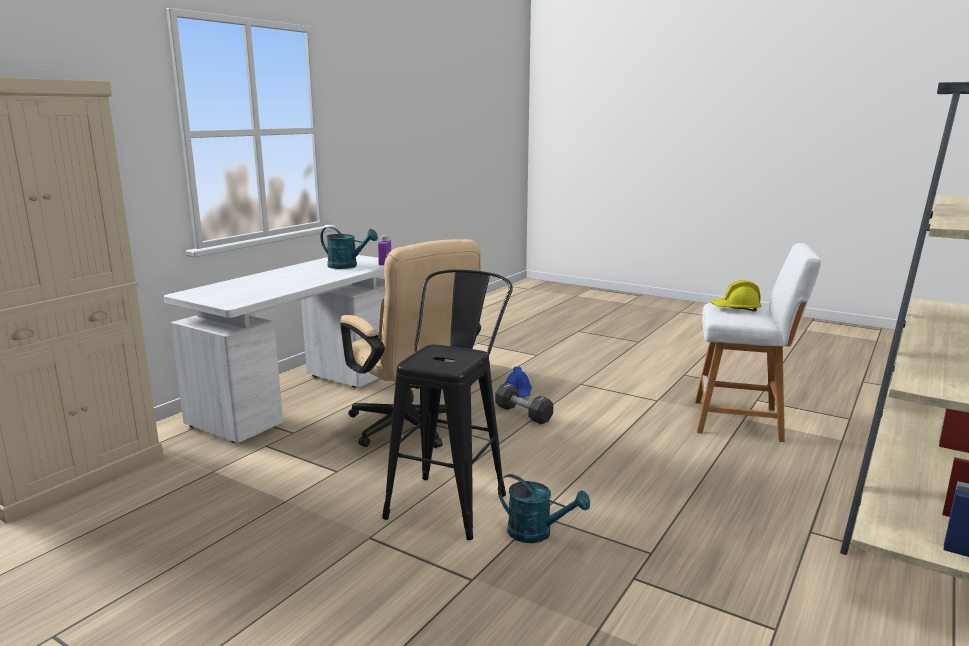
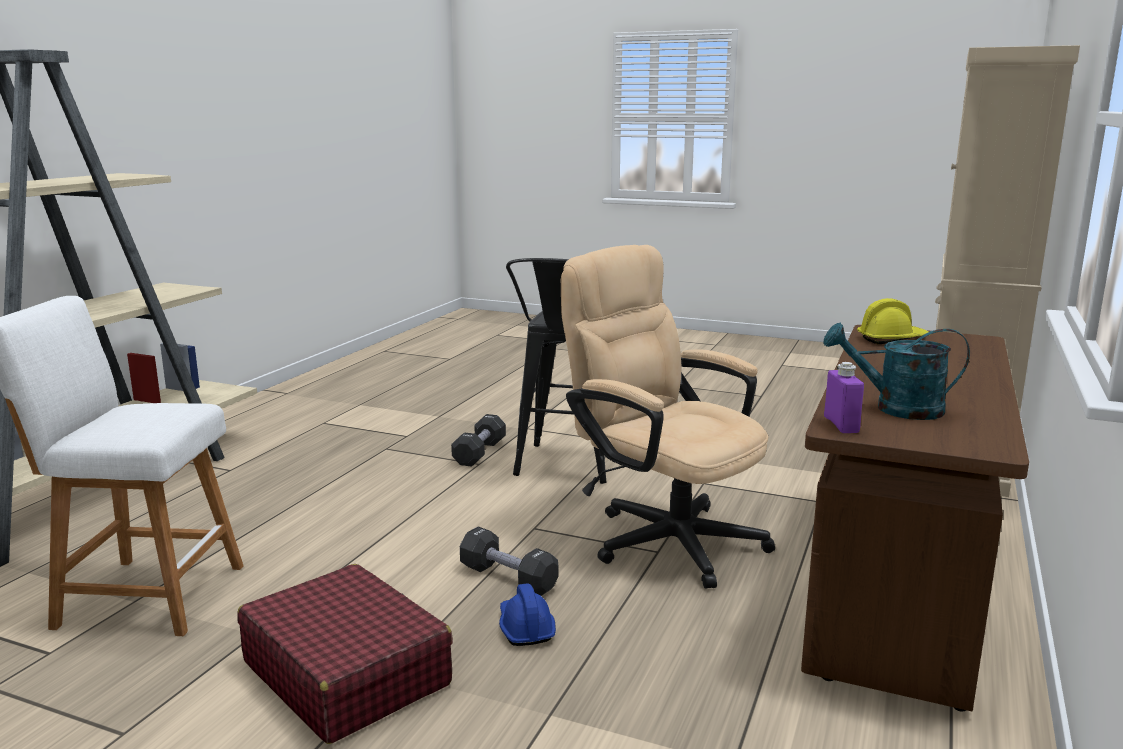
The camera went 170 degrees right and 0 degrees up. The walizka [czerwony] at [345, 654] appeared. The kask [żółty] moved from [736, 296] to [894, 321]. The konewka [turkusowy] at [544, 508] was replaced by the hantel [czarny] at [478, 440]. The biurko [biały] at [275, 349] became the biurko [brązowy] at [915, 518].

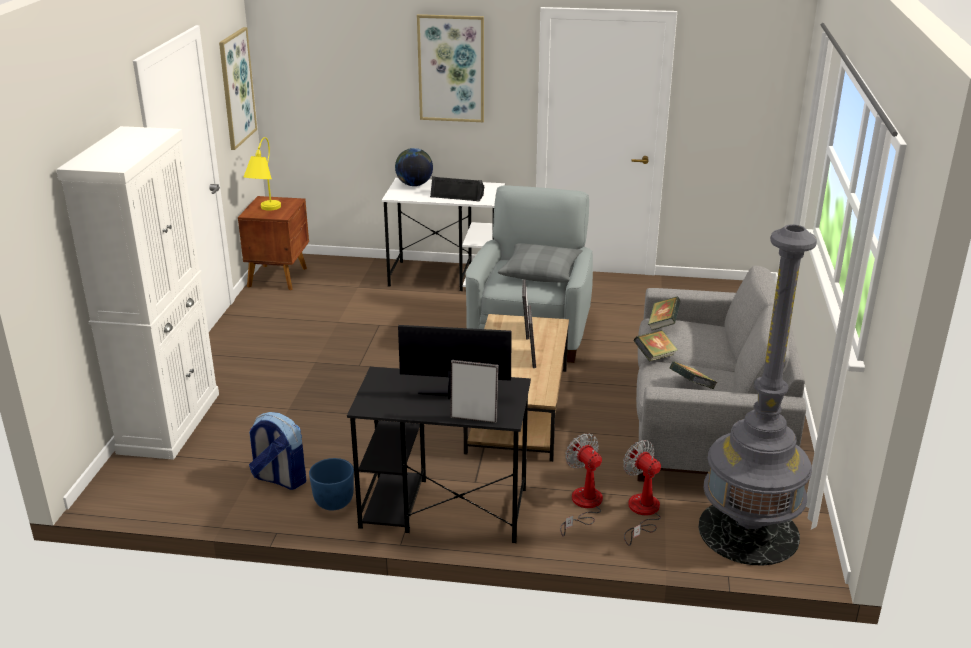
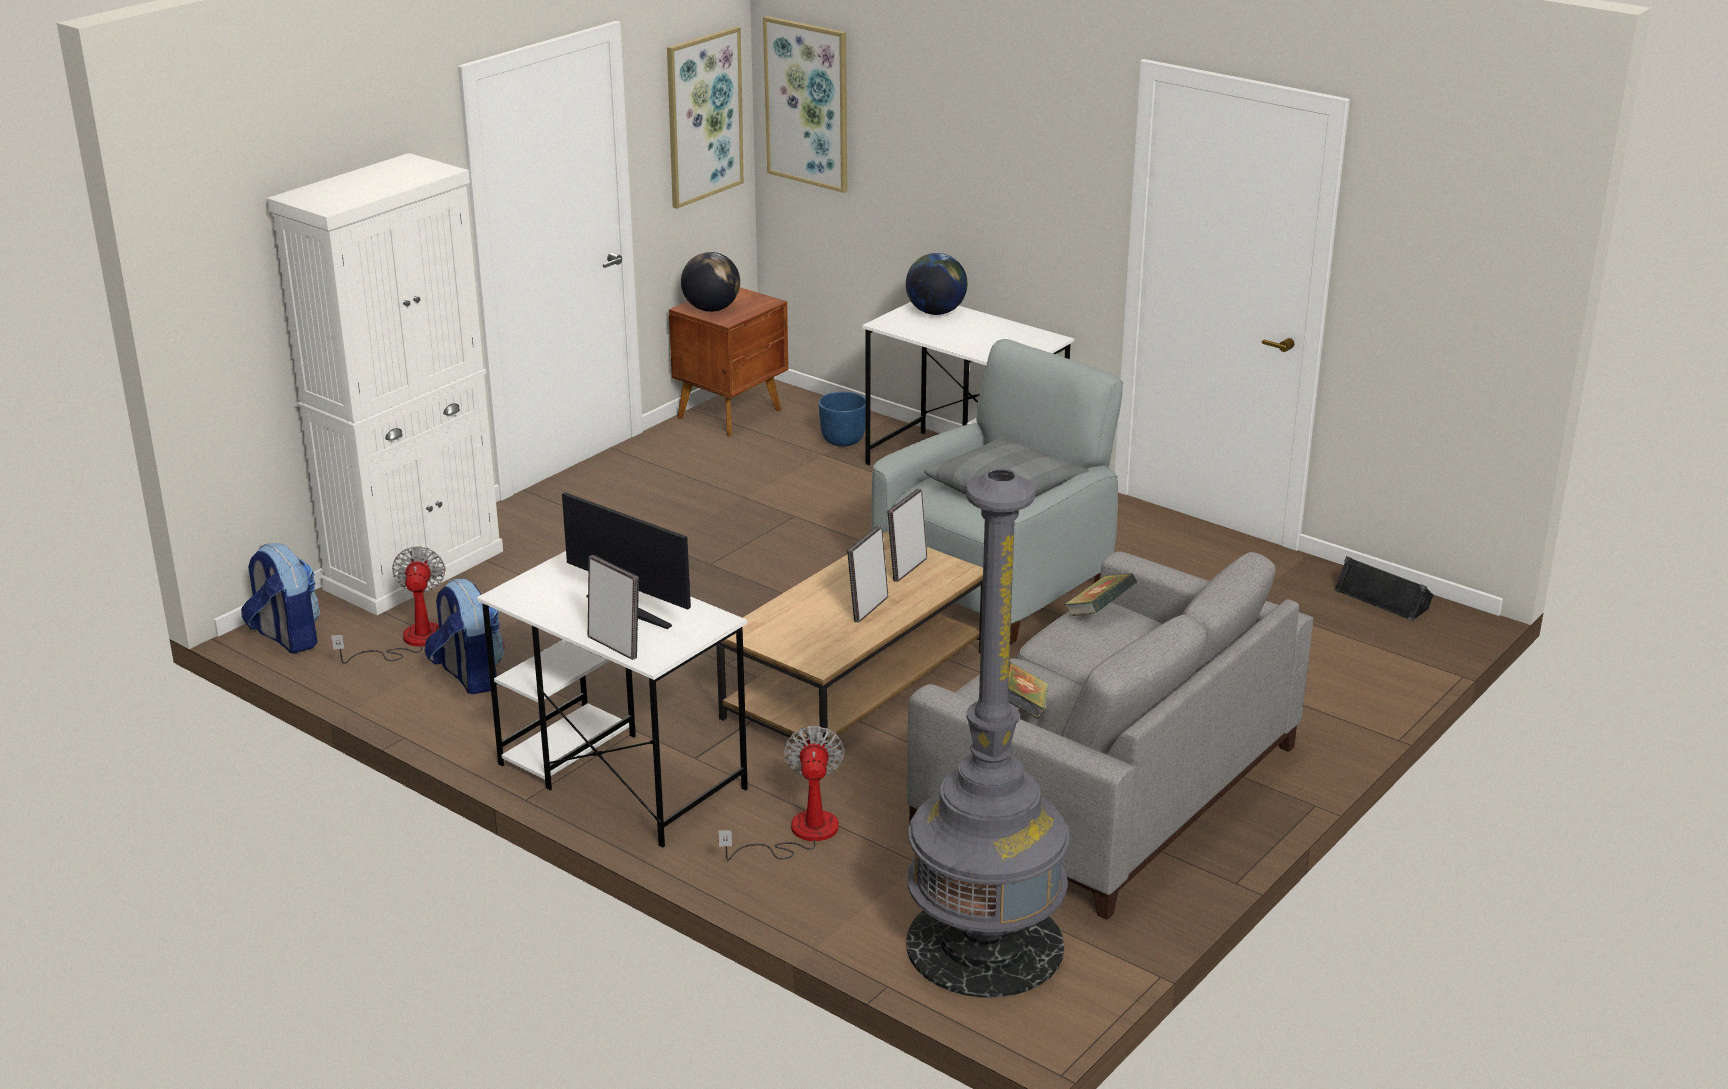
The camera went 30 degrees right and 0 degrees up. The książka at [655, 345] disappeared. The plecak at [280, 598] appeared. The donica [niebieski] moved from [331, 484] to [841, 419]. The obraz moved from [450, 68] to [805, 104]. The głośnik [czarny] moved from [457, 189] to [1384, 588]. The wentylator moved from [642, 493] to [388, 605]. The lampa stołowa [żółty] at [262, 174] was replaced by the globus at [710, 282]. The biurko [czarny] at [439, 455] became the biurko [biały] at [612, 699].

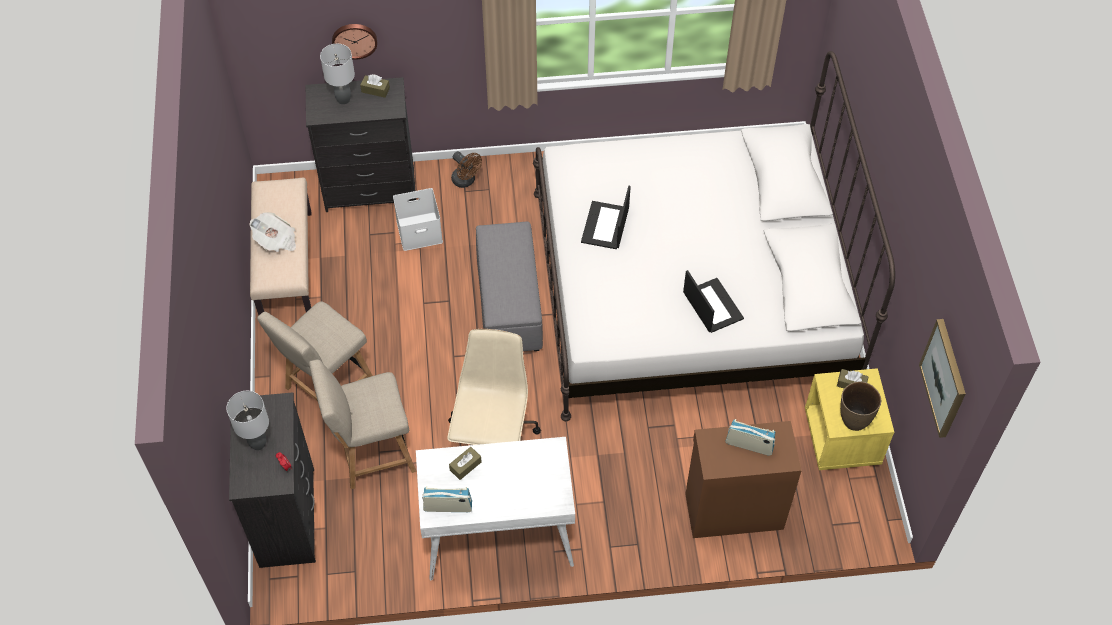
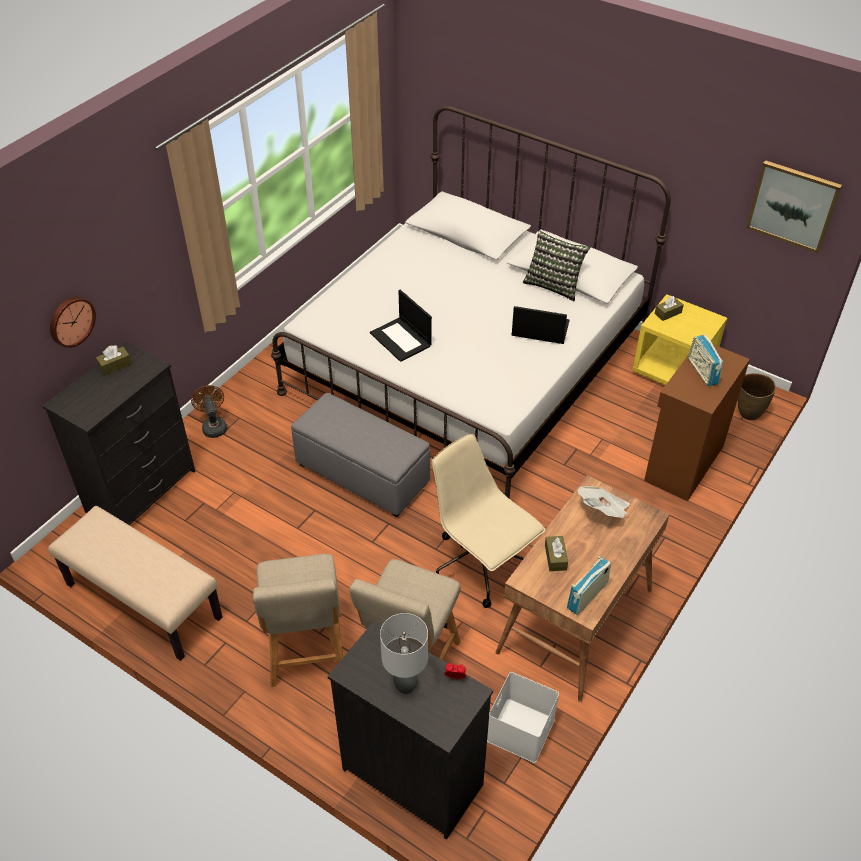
The camera went 50 degrees left and 10 degrees down. The lampa stołowa [szary] at [337, 74] disappeared. The poduszka at [556, 265] appeared. The gazeta moved from [272, 232] to [604, 502]. The pojemnik do przechowywania [biały] moved from [418, 219] to [523, 717]. The wazon [brązowy] moved from [860, 406] to [757, 396]. The biurko [biały] at [495, 508] became the biurko [brązowy] at [582, 588]. The wentylator [brązowy] at [466, 169] turned 105 degrees counterclockwise. The radio at [750, 437] turned 75 degrees counterclockwise.

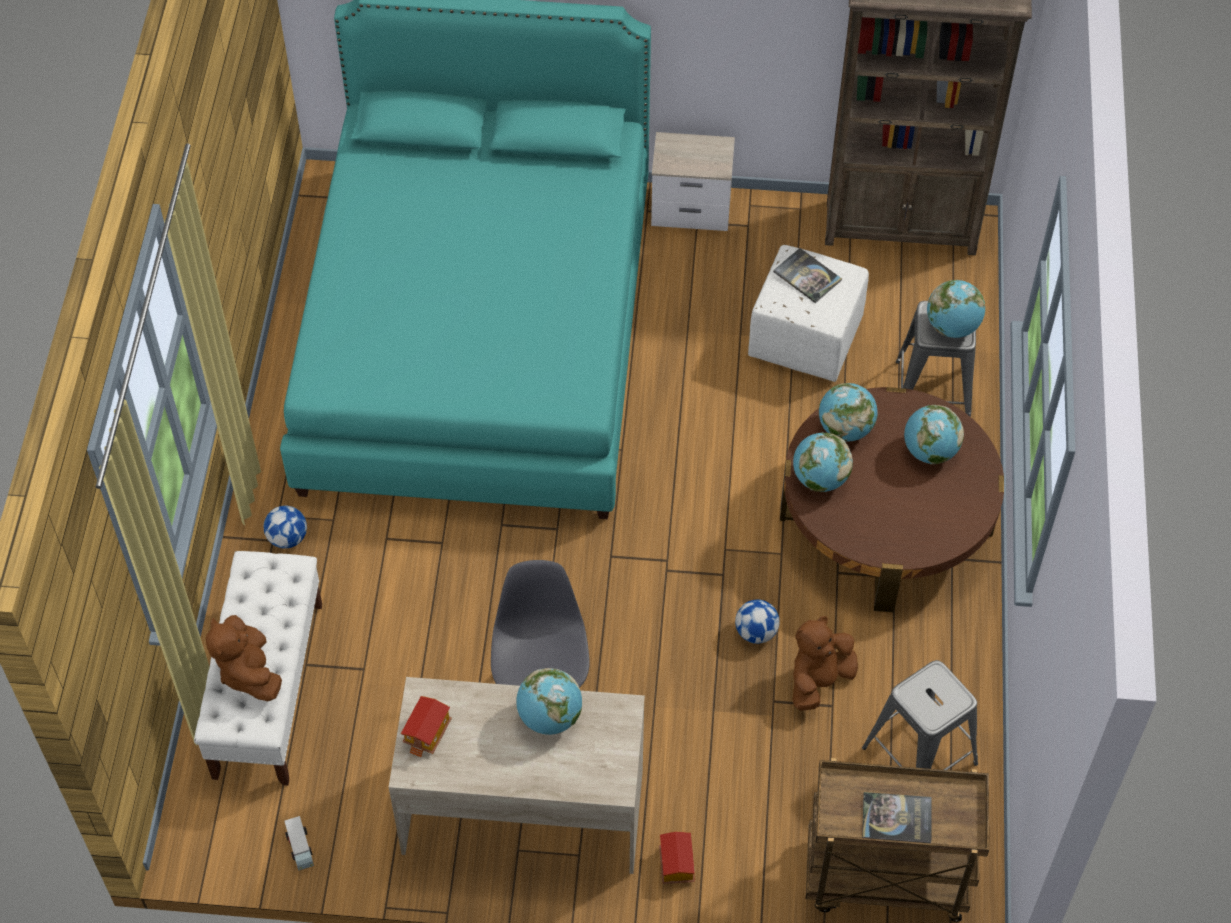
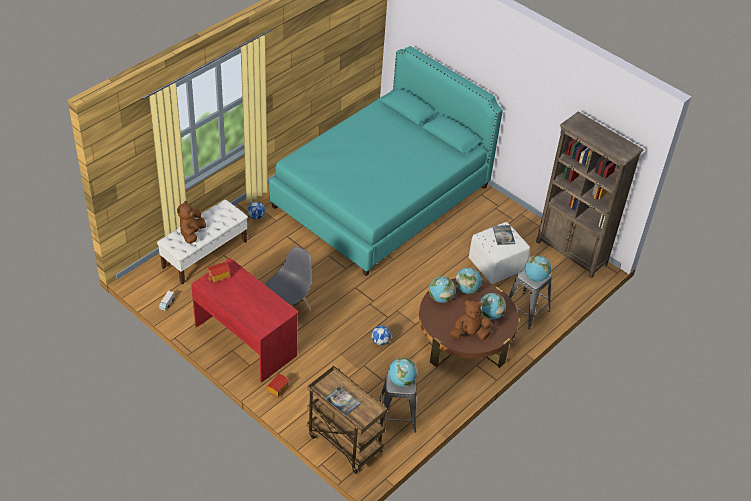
The camera went 35 degrees right and 10 degrees down. The szafka nocna at [693, 181] disappeared. The globus moved from [549, 701] to [403, 372]. The pluszak [brązowy] moved from [825, 663] to [470, 320]. The biurko [beżowy] at [517, 775] became the biurko [czerwony] at [245, 320].

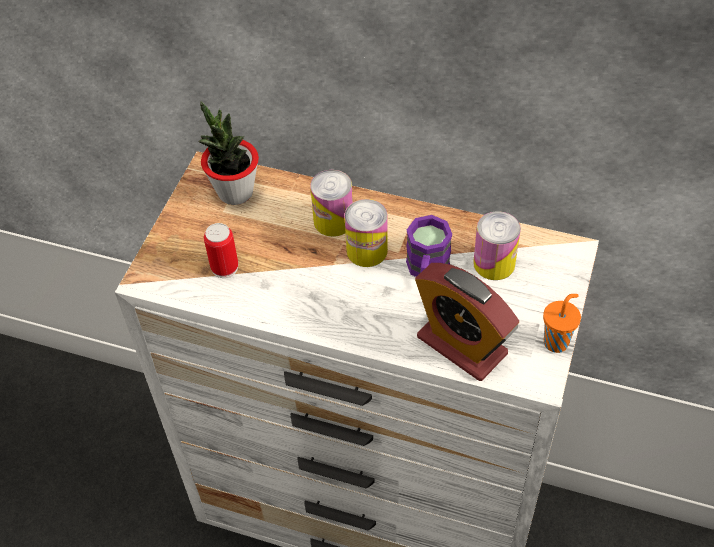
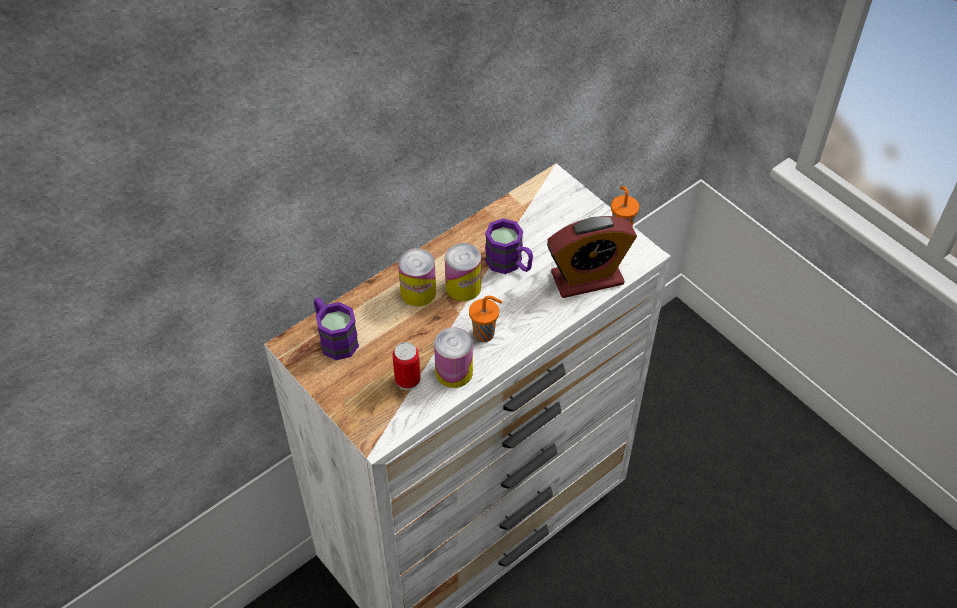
The camera went 60 degrees left and 0 degrees up. The filiżanka [pomarańczowy] at [485, 319] appeared. The puszka moved from [497, 245] to [453, 357]. The roślina doniczkowa at [228, 153] was replaced by the kubek [fioletowy] at [336, 329].

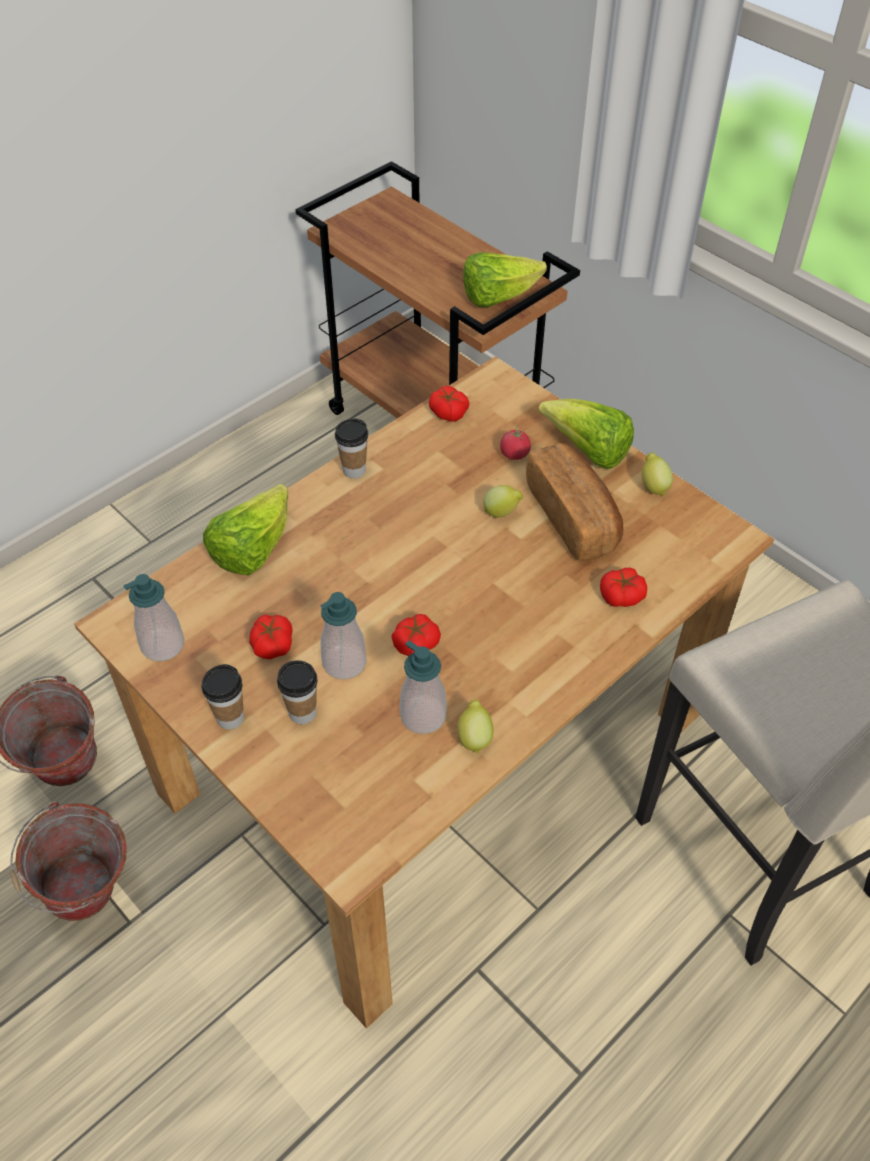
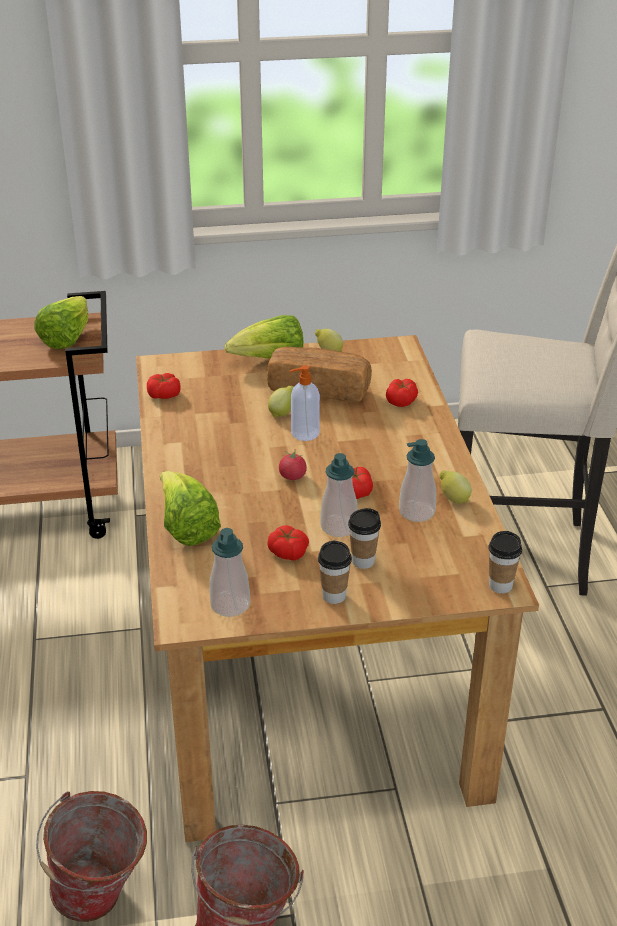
The camera went 55 degrees left and 15 degrees down. The dozownik mydła at [304, 403] appeared. The filiżanka moved from [351, 449] to [505, 562]. The pomidor moved from [515, 442] to [293, 465].

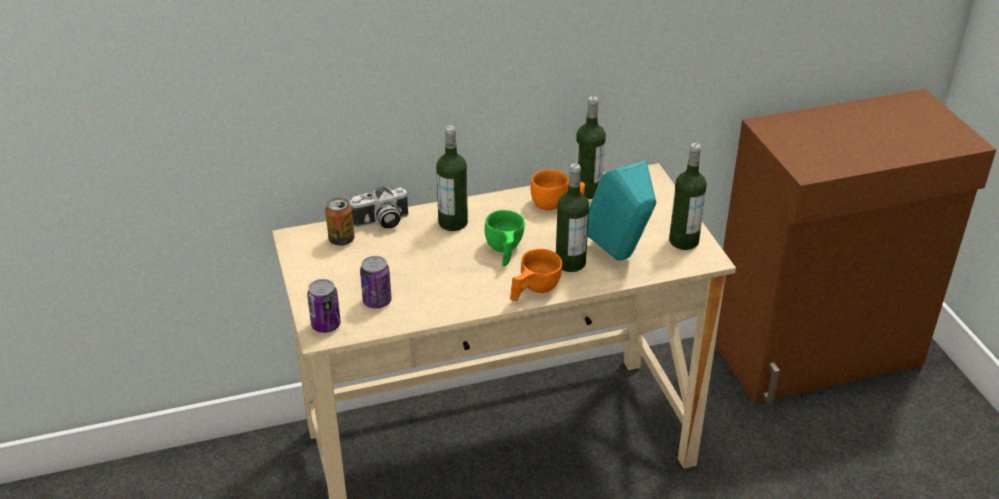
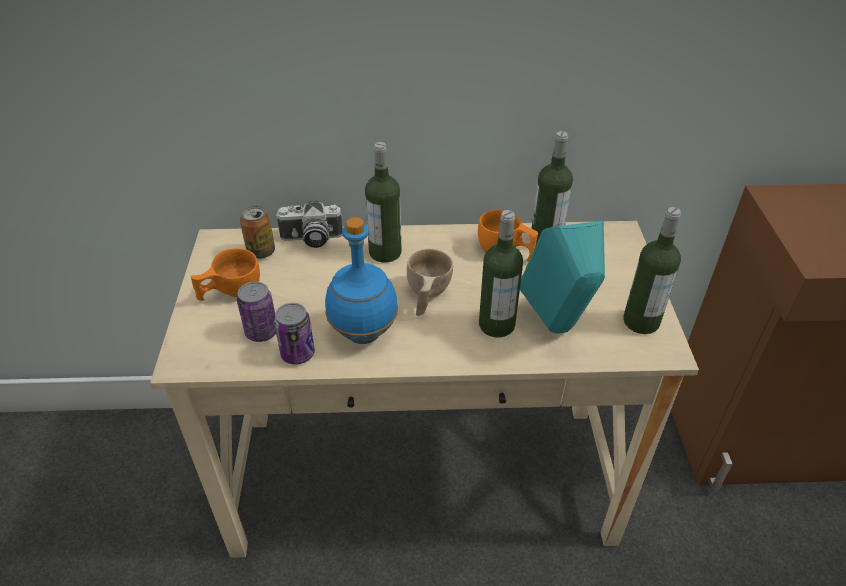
The camera went 15 degrees right and 5 degrees up. The butelka [niebieski] at [361, 280] appeared. The puszka moved from [324, 306] to [294, 334]. The filiżanka [pomarańczowy] moved from [536, 275] to [225, 274]. The filiżanka [zielony] at [505, 238] became the filiżanka [beżowy] at [430, 282].

